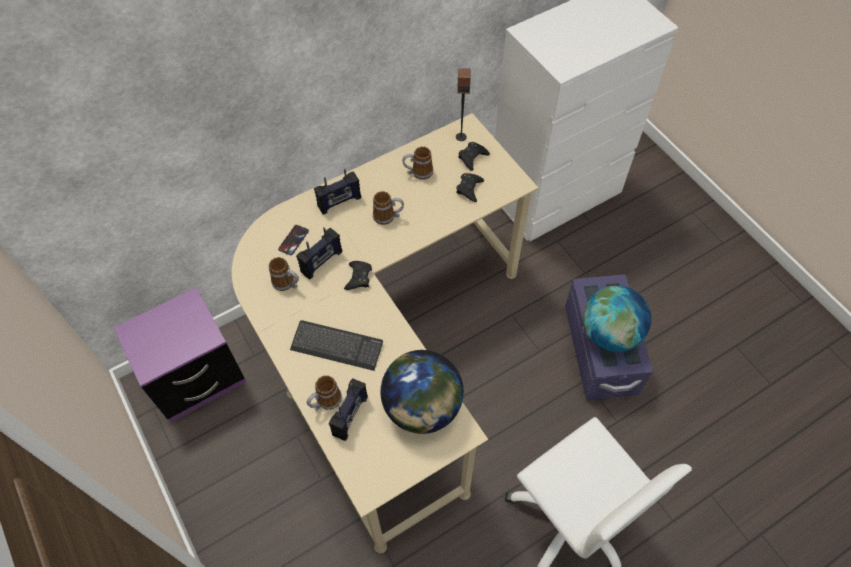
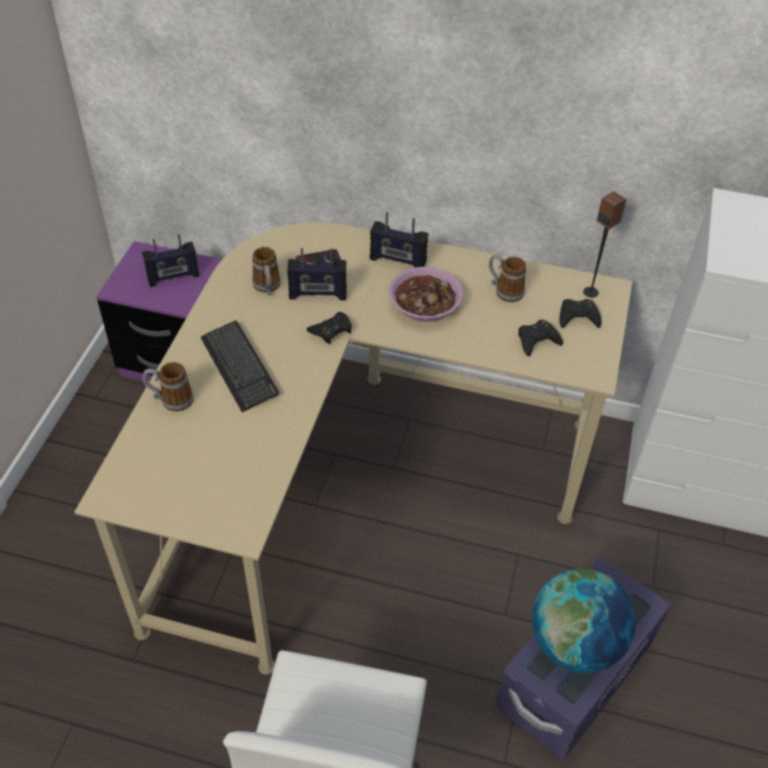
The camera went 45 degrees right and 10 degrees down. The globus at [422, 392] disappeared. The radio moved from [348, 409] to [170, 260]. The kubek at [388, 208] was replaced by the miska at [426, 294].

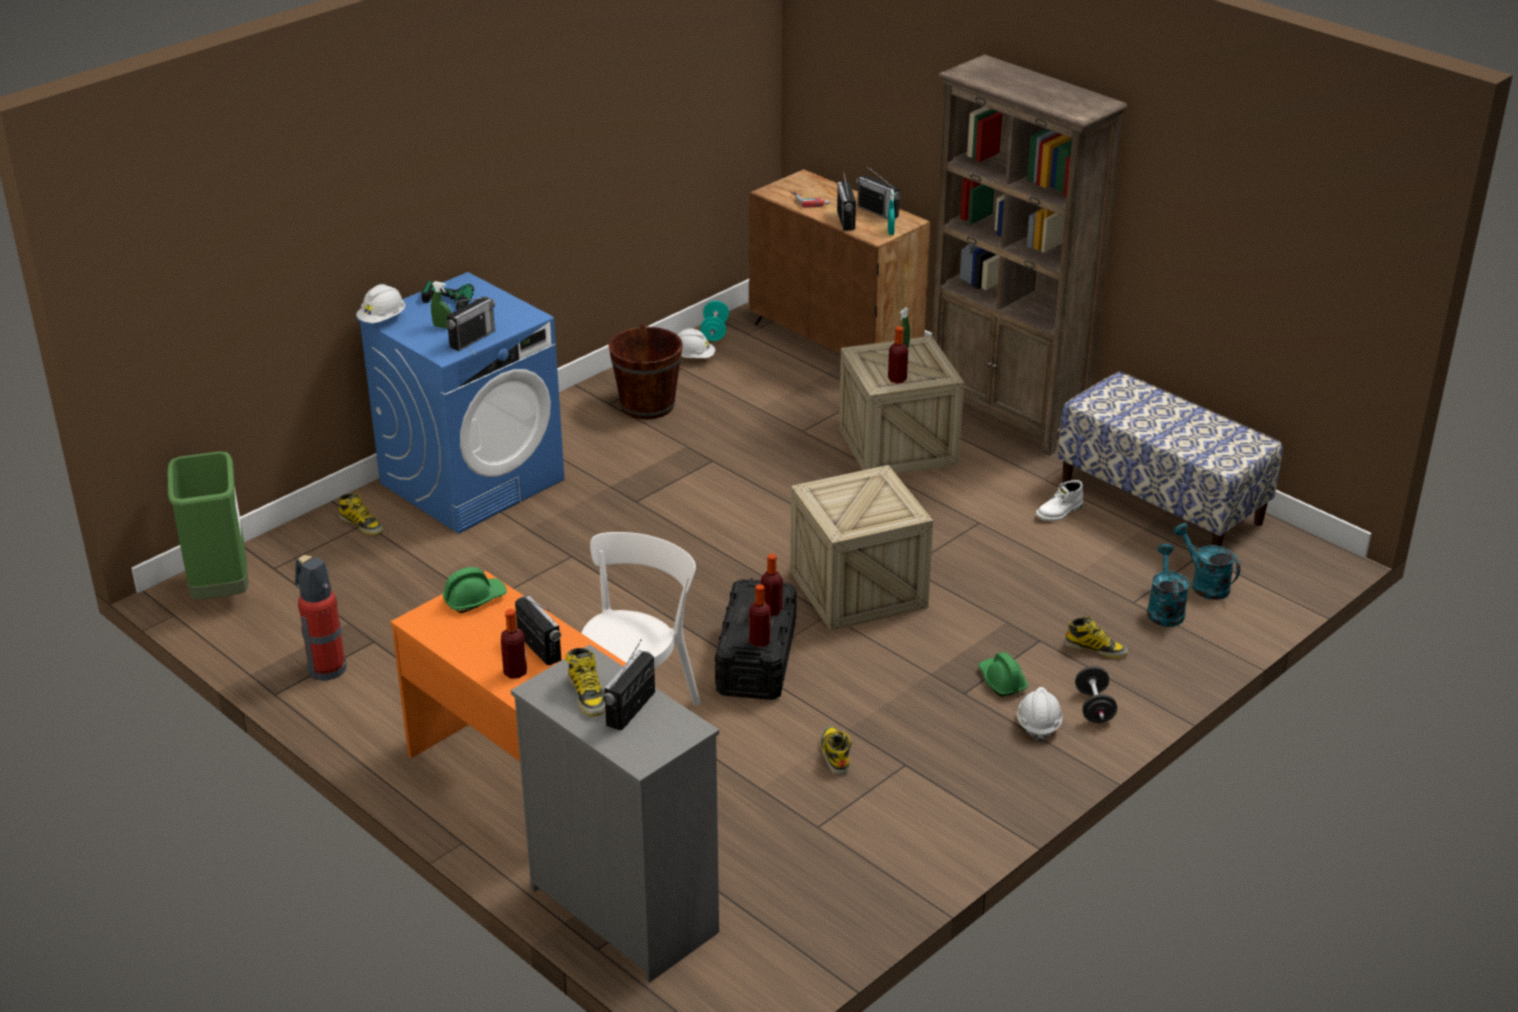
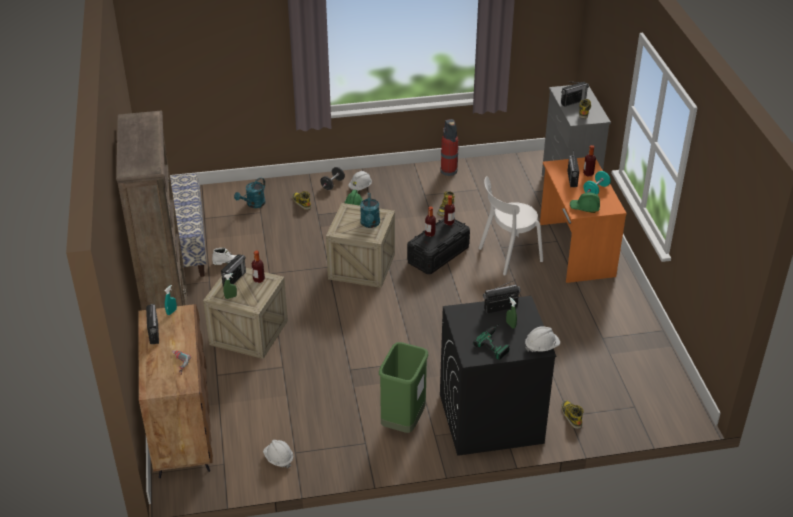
The camera went 145 degrees left and 5 degrees up. The wiadro [brązowy] at [646, 371] disappeared. The kosz na śmieci [zielony] moved from [208, 526] to [403, 387]. The gaśnica moved from [321, 617] to [449, 147]. The hantel [turkusowy] moved from [714, 321] to [597, 183]. The radio moved from [846, 201] to [233, 270]. The konewka [turkusowy] moved from [1206, 561] to [370, 210]. The pralka [niebieski] at [460, 403] became the pralka [czarny] at [498, 376].

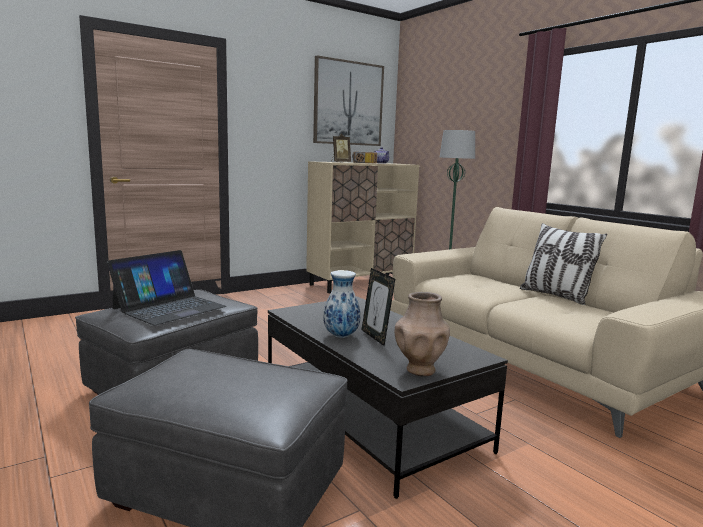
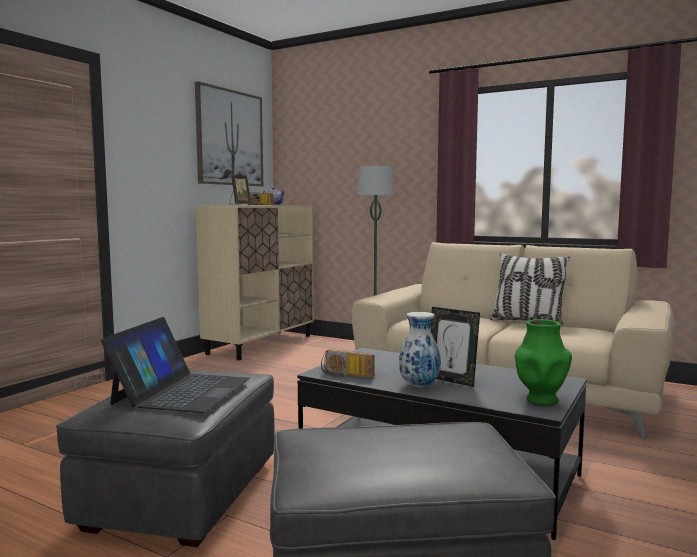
The camera went 25 degrees left and 5 degrees down. The radio at [348, 363] appeared. The wazon [brązowy] at [422, 334] became the wazon [zielony] at [543, 362].

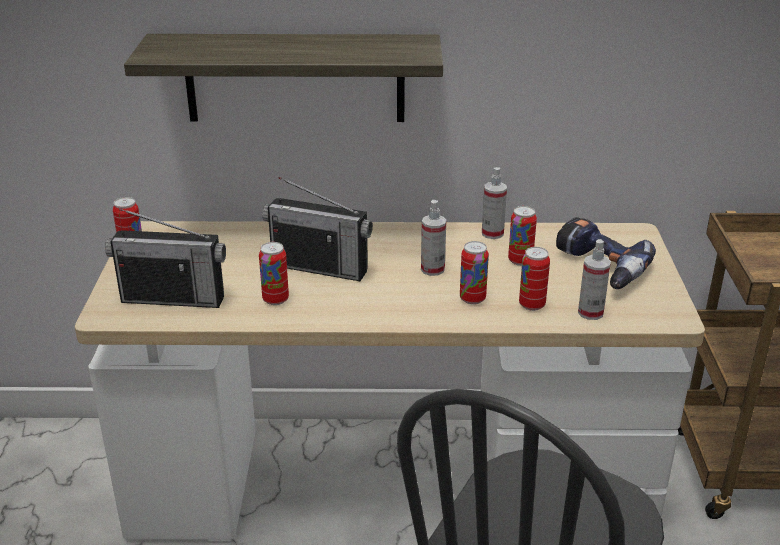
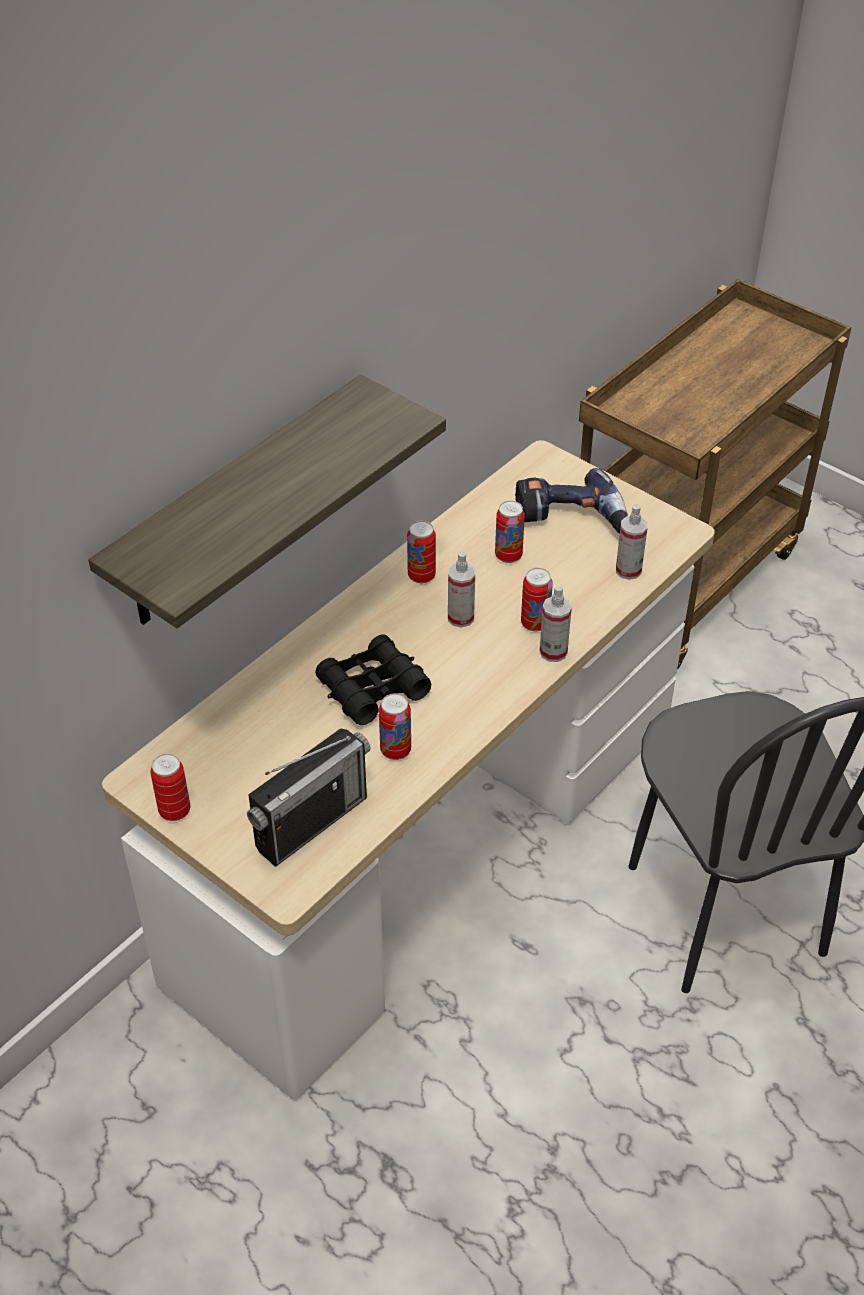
The camera went 50 degrees left and 15 degrees up. The spryskiwacz moved from [494, 203] to [556, 623]. The puszka moved from [534, 279] to [421, 552]. The radio at [317, 229] was replaced by the lornetka [czarny] at [373, 679].

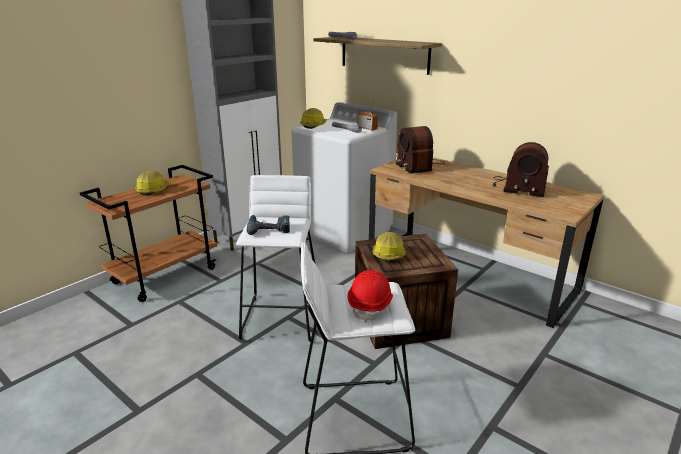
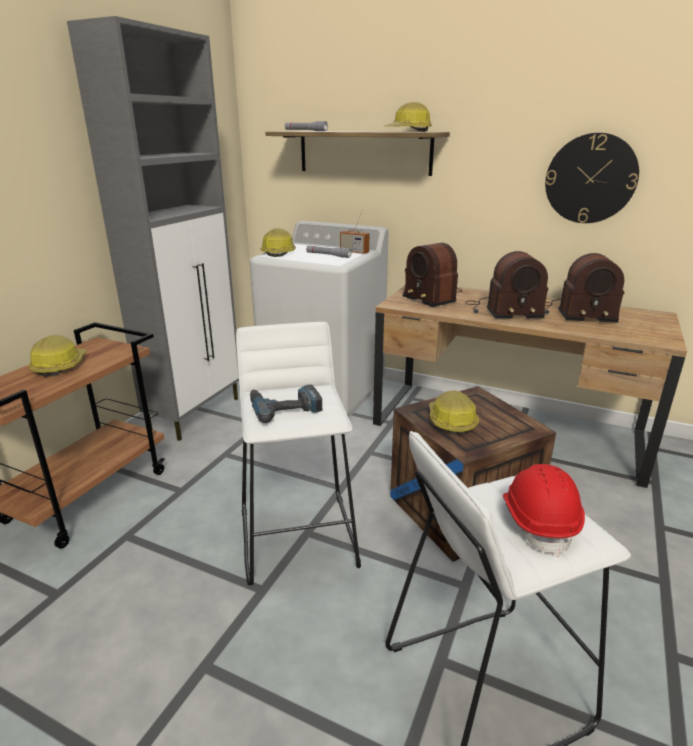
The camera went 15 degrees left and 0 degrees up. The kask at [408, 117] appeared. The radio at [507, 285] appeared. The zegar ścienny at [592, 178] appeared.

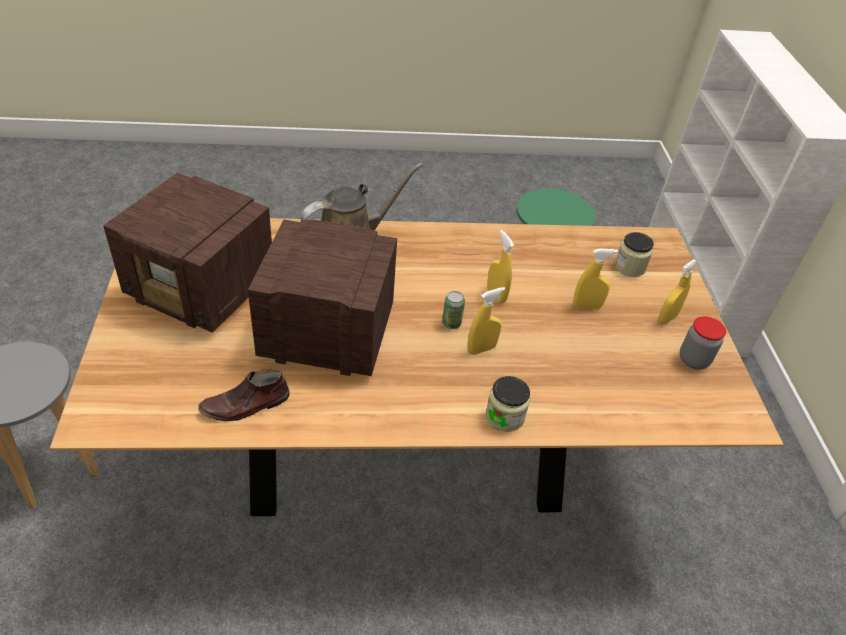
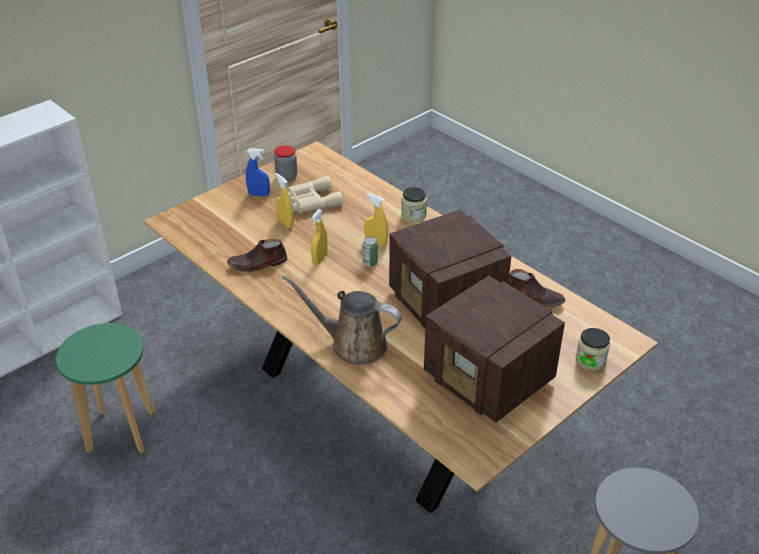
The camera went 125 degrees left and 5 degrees down. The but [brązowy] at [257, 255] appeared. The lornetka [beżowy] at [315, 194] appeared. The słoik moved from [634, 254] to [593, 349]. The spryskiwacz [żółty] at [678, 292] became the spryskiwacz [niebieski] at [258, 172]. The radio at [187, 253] turned 150 degrees clockwise.

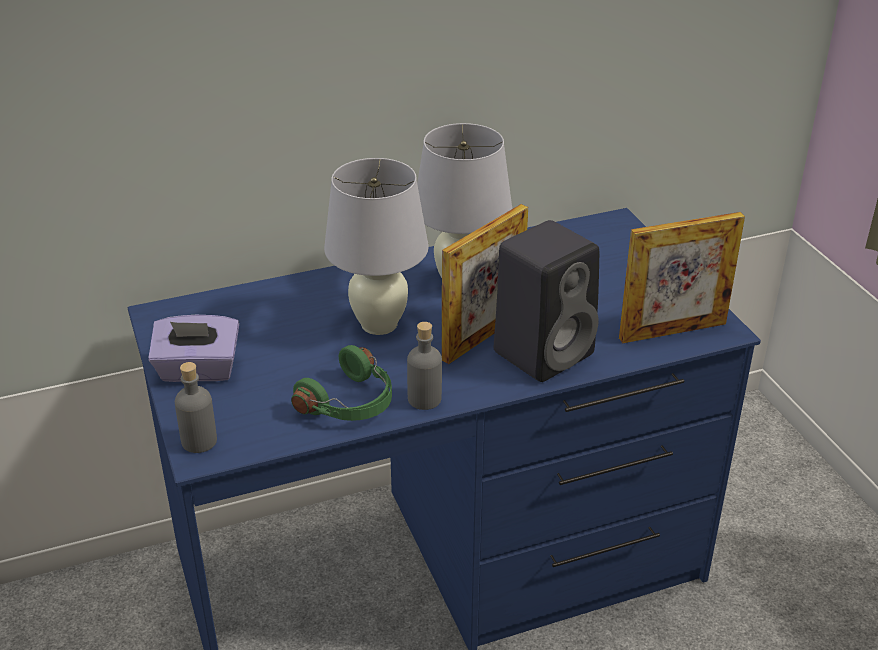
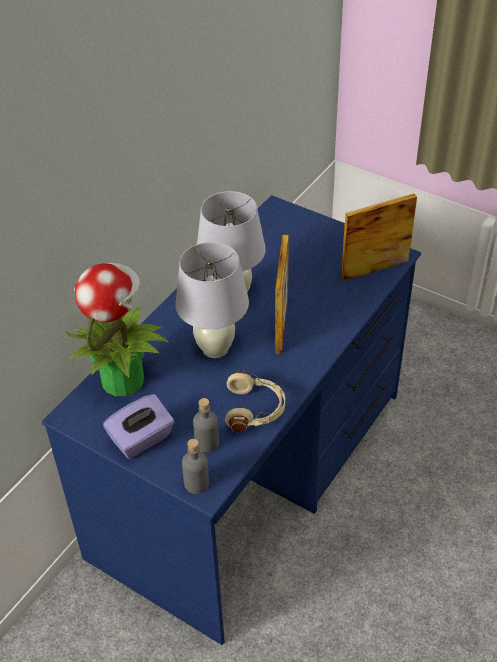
The camera went 35 degrees left and 10 degrees up. The głośnik [czarny] at [546, 301] disappeared. The roślina doniczkowa at [116, 329] appeared. The butelka [szary] moved from [424, 366] to [206, 425]. The słuchawki [zielony] at [341, 383] became the słuchawki [beżowy] at [255, 401]. The ramka na zdjęcie at [682, 277] turned 150 degrees counterclockwise.

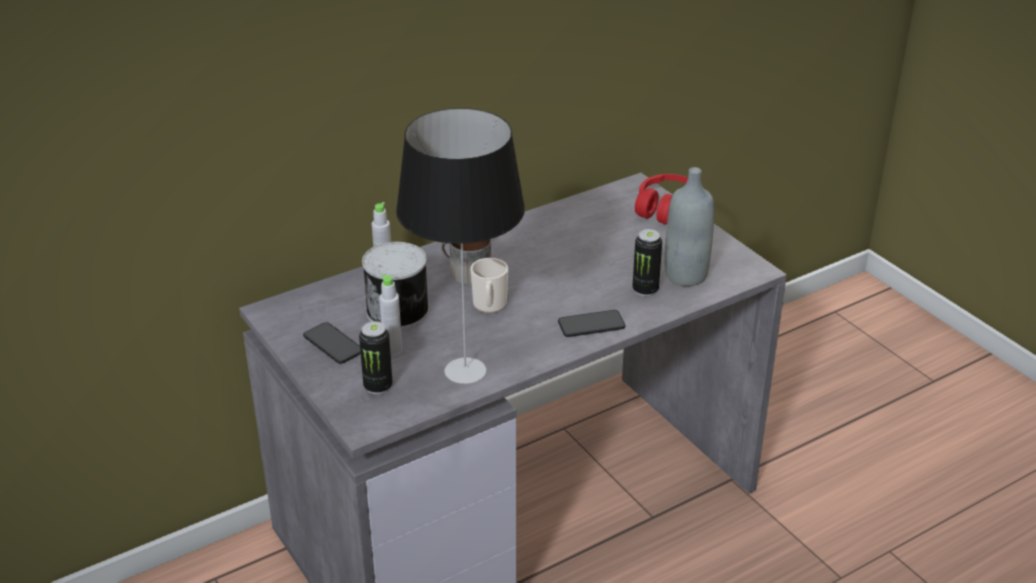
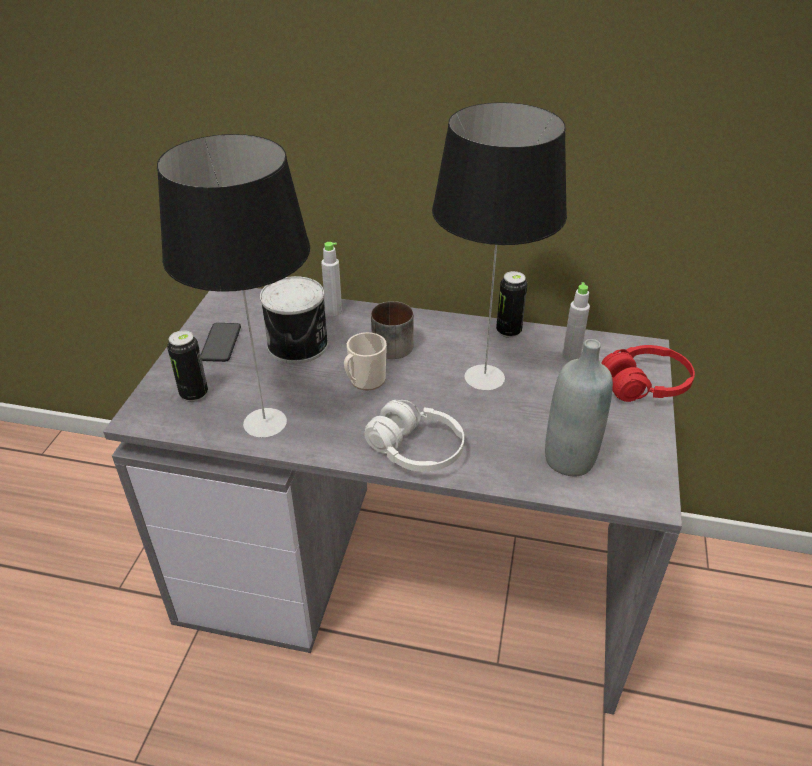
The camera went 45 degrees right and 5 degrees up. The lampa stołowa at [499, 246] appeared. The butelka [szary] moved from [390, 315] to [576, 322]. The puszka moved from [647, 262] to [512, 304]. The telefon at [591, 323] was replaced by the słuchawki [biały] at [414, 436].

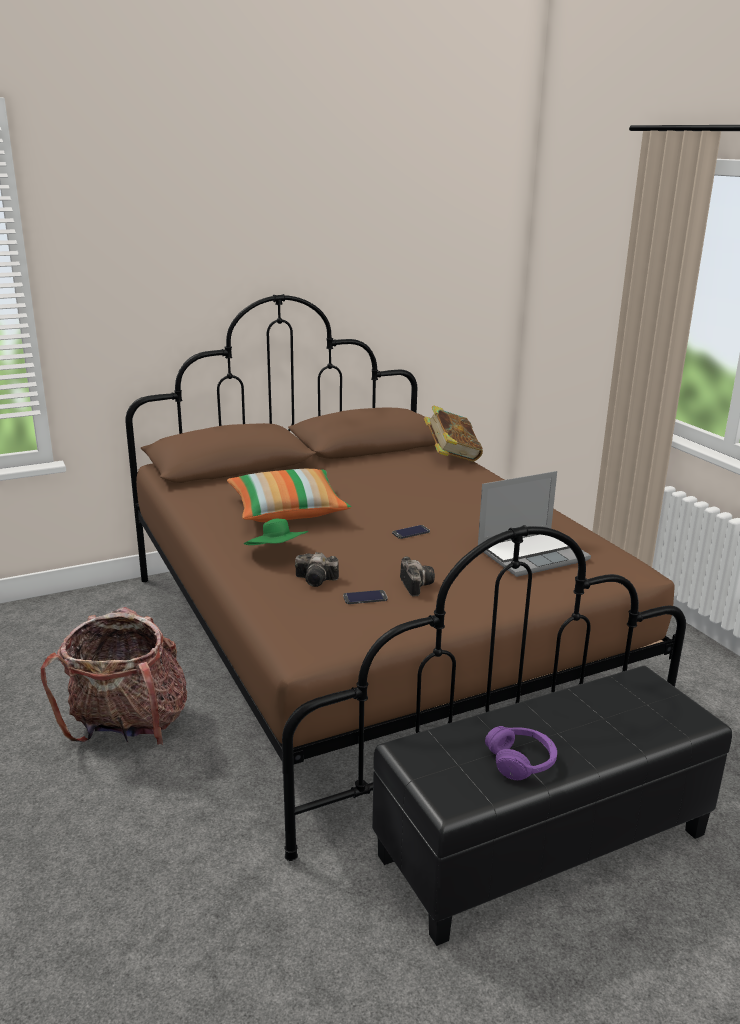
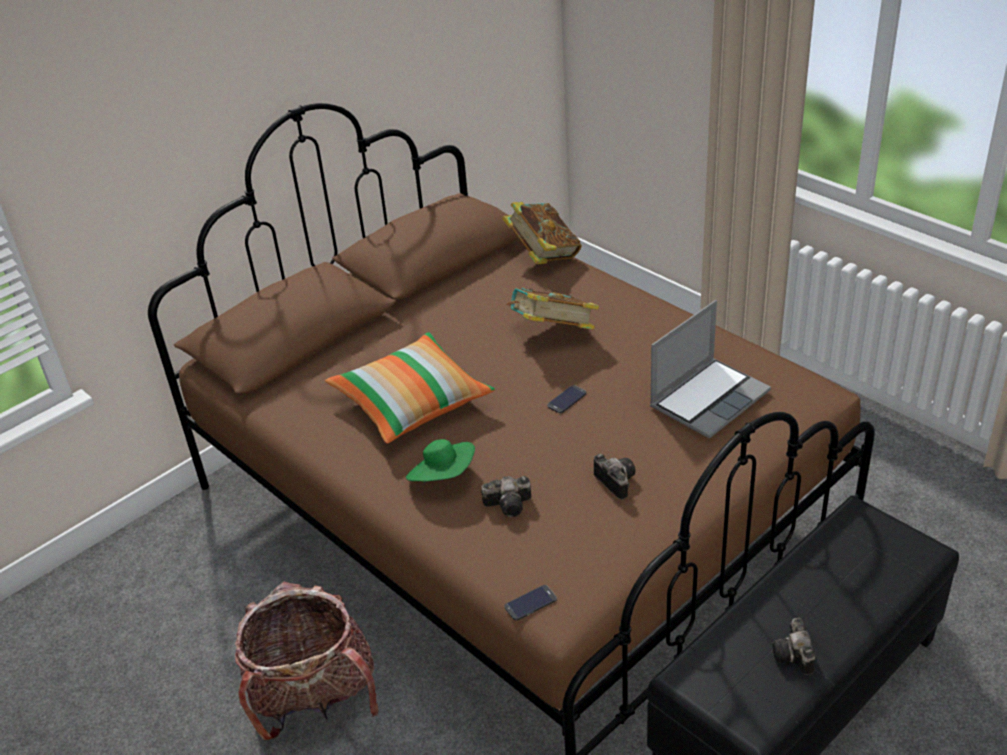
The camera went 15 degrees left and 15 degrees up. The książka at [552, 309] appeared. The telefon moved from [365, 597] to [531, 602]. The słuchawki [fioletowy] at [521, 753] was replaced by the aparat fotograficzny at [793, 646].

